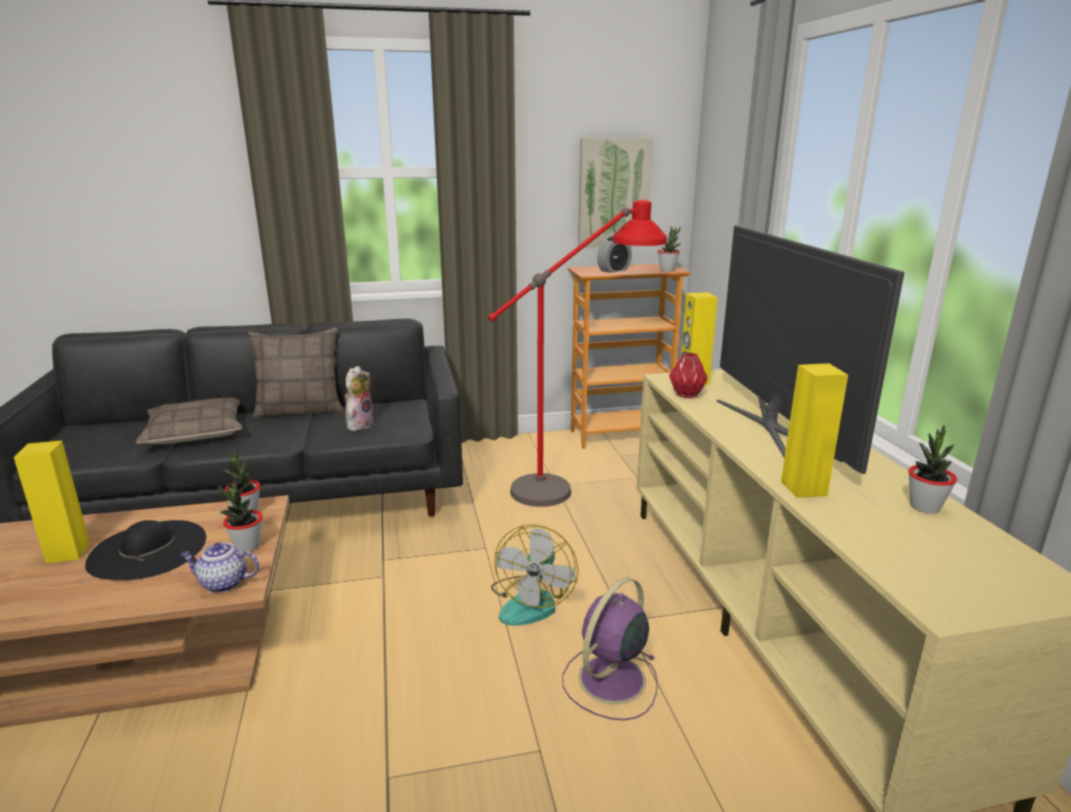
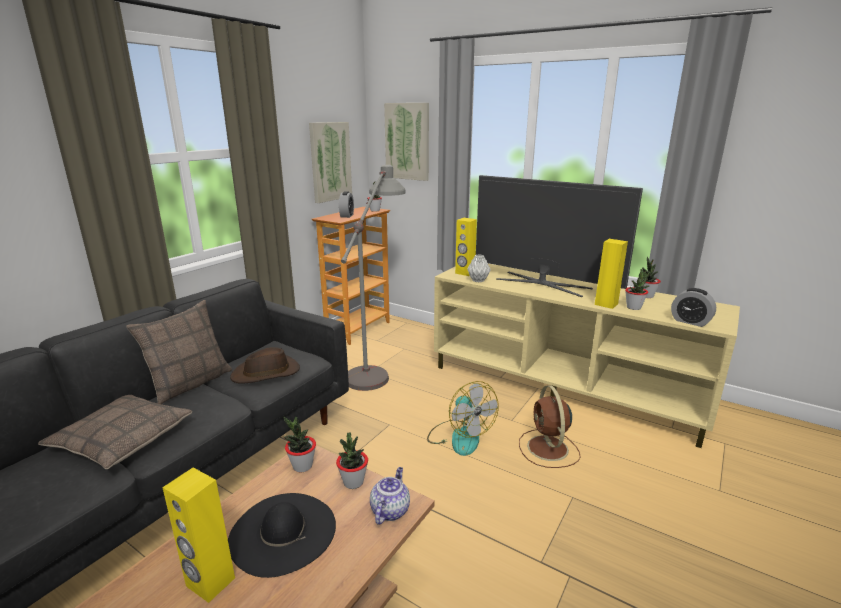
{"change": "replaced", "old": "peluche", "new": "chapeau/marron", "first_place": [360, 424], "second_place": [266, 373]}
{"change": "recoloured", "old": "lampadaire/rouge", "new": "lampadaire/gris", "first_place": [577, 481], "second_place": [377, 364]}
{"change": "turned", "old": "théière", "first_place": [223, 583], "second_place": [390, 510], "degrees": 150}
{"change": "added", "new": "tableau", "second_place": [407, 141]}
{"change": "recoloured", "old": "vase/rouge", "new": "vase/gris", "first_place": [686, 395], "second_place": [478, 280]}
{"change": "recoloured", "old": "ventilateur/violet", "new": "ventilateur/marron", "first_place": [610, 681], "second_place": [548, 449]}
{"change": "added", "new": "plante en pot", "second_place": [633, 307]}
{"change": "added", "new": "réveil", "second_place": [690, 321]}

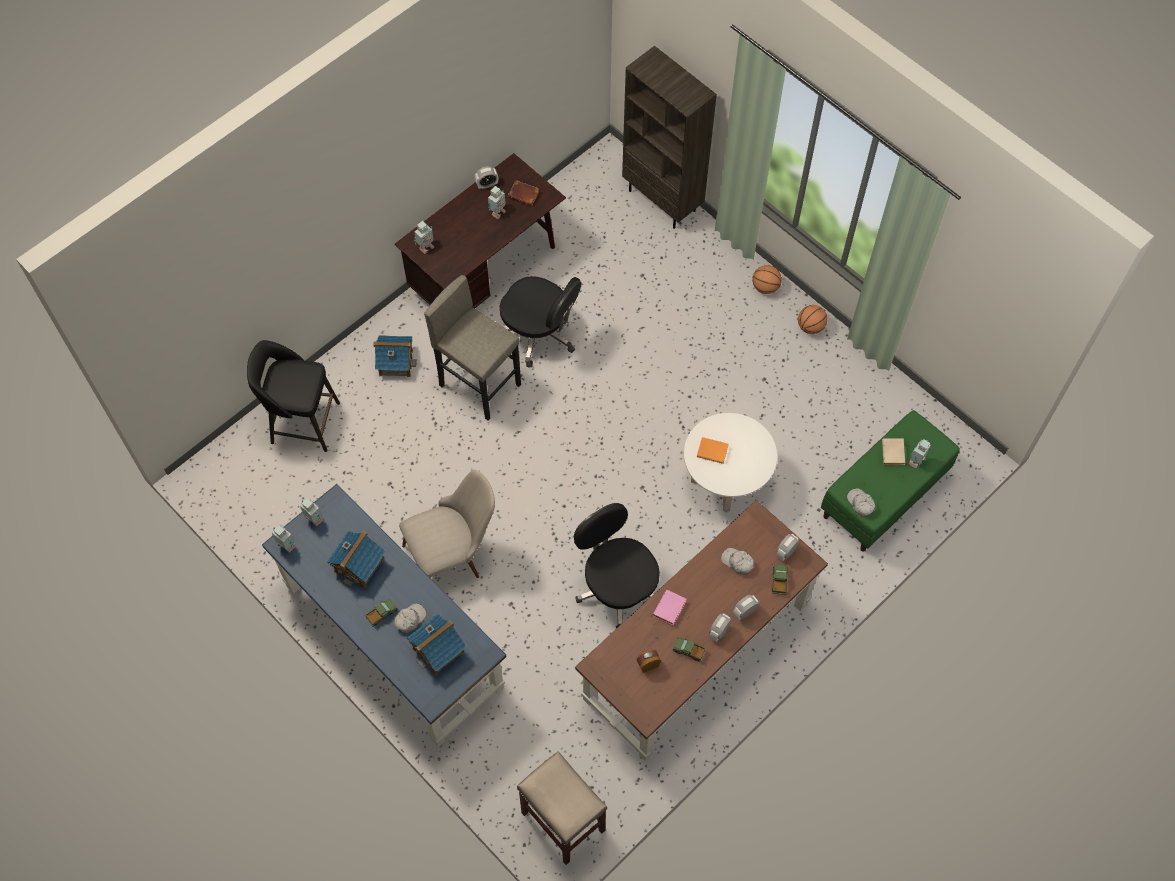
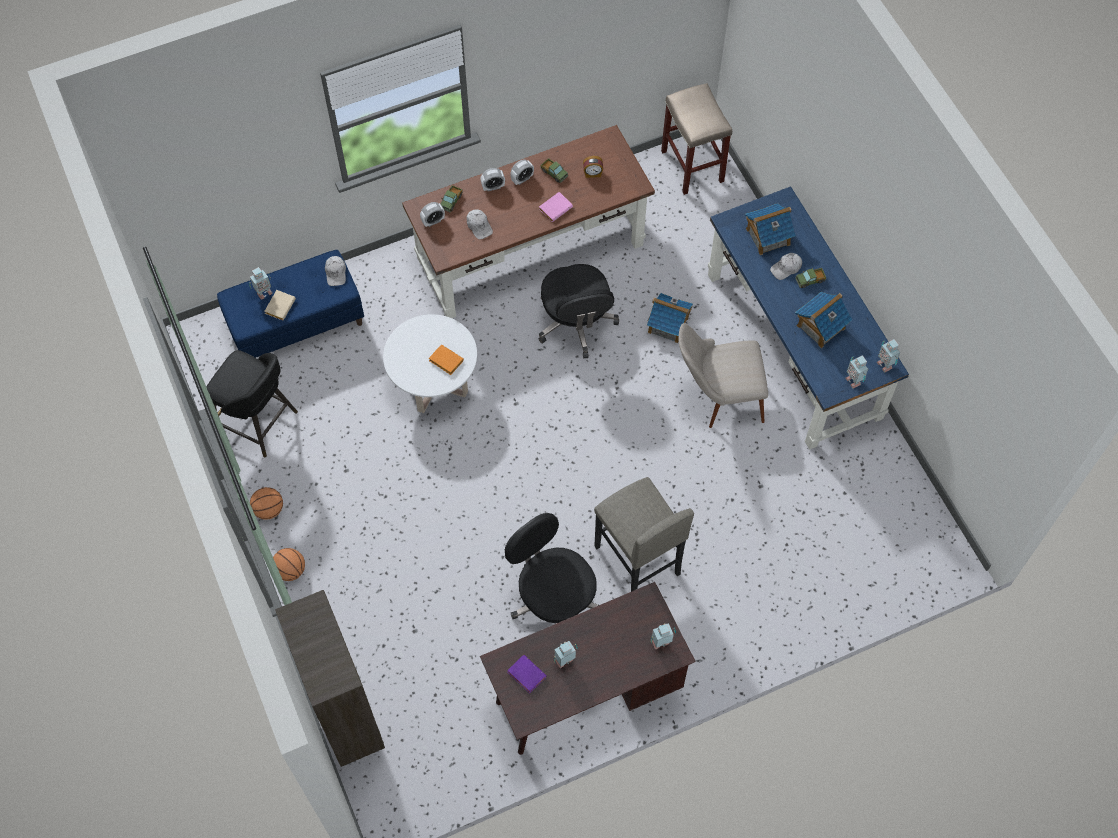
{"change": "moved", "old": "tabouret/noir", "first_place": [303, 422], "second_place": [259, 423]}
{"change": "recoloured", "old": "banc/vert", "new": "banc/bleu", "first_place": [883, 496], "second_place": [297, 324]}
{"change": "recoloured", "old": "livre/marron", "new": "livre/violet", "first_place": [524, 194], "second_place": [525, 675]}
{"change": "moved", "old": "maison miniature", "first_place": [395, 362], "second_place": [668, 325]}
{"change": "removed", "old": "réveil", "first_place": [487, 185]}

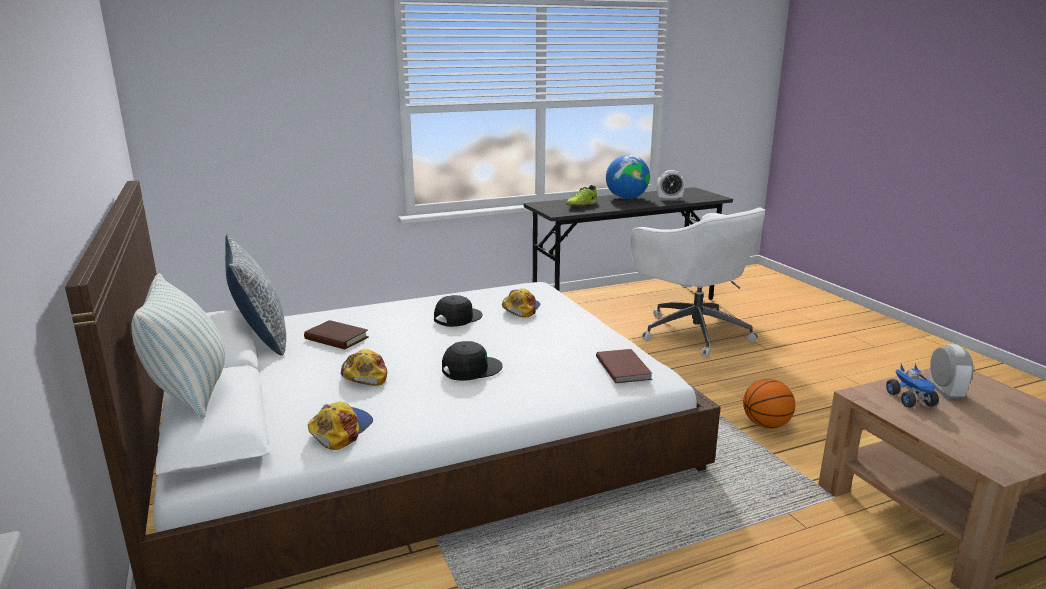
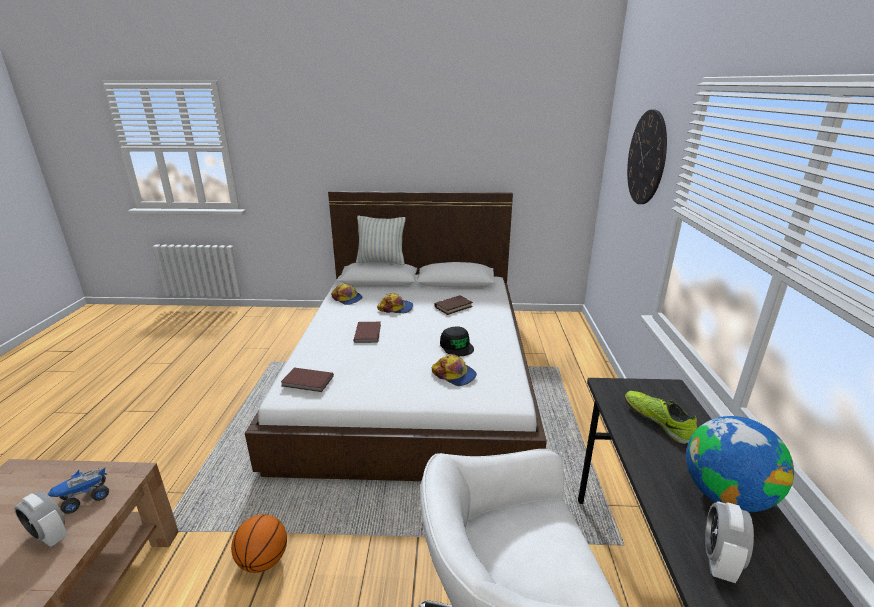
{"change": "turned", "old": "camion jouet", "first_place": [911, 400], "second_place": [85, 499], "degrees": -60}
{"change": "replaced", "old": "casquette/noir", "new": "livre/marron", "first_place": [471, 369], "second_place": [368, 333]}
{"change": "added", "new": "horloge murale", "second_place": [646, 158]}
{"change": "removed", "old": "coussin", "first_place": [261, 337]}

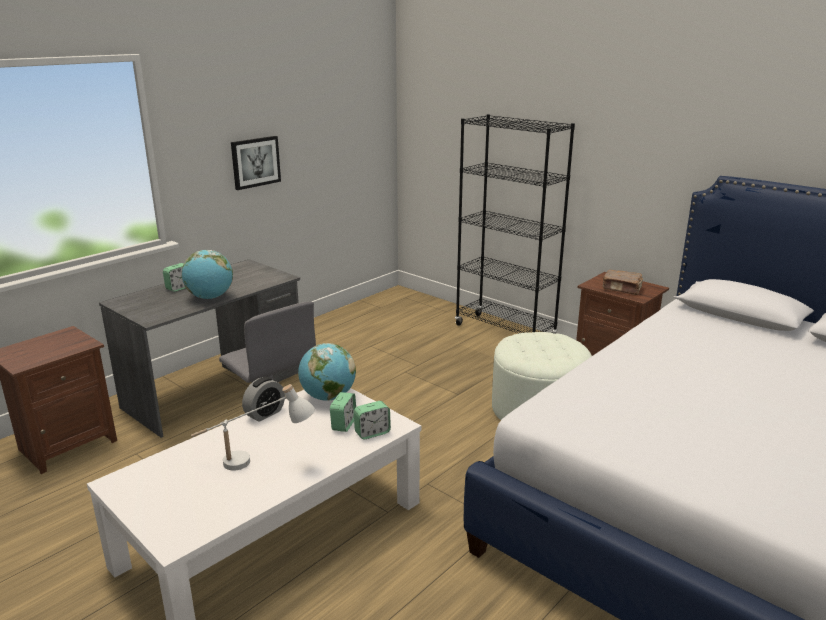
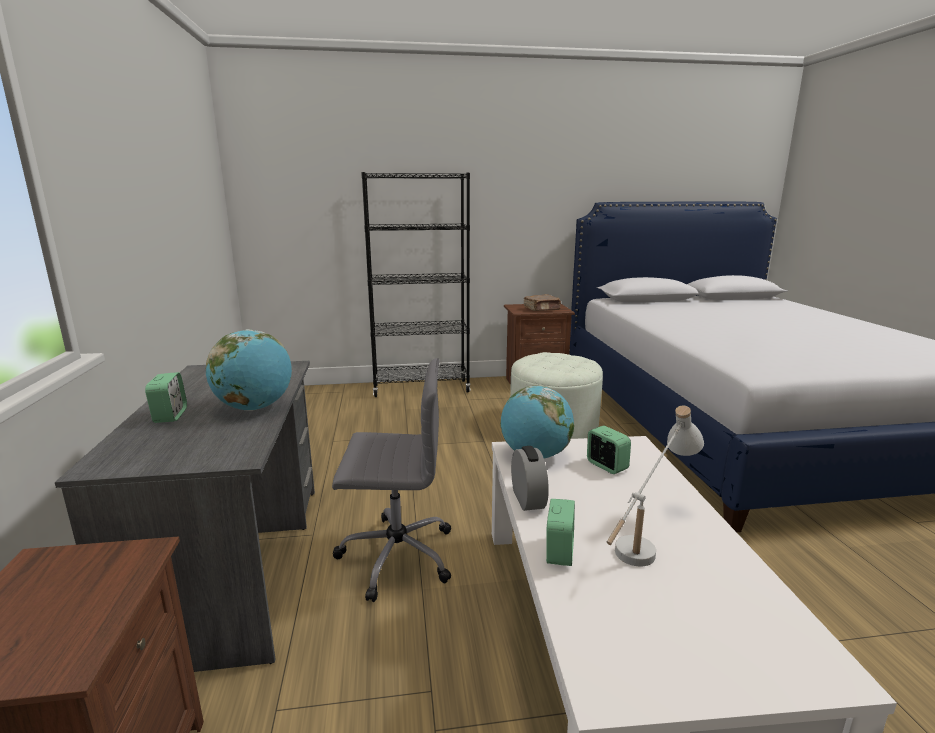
{"change": "moved", "old": "réveil", "first_place": [372, 433], "second_place": [559, 552]}
{"change": "removed", "old": "tableau", "first_place": [255, 162]}

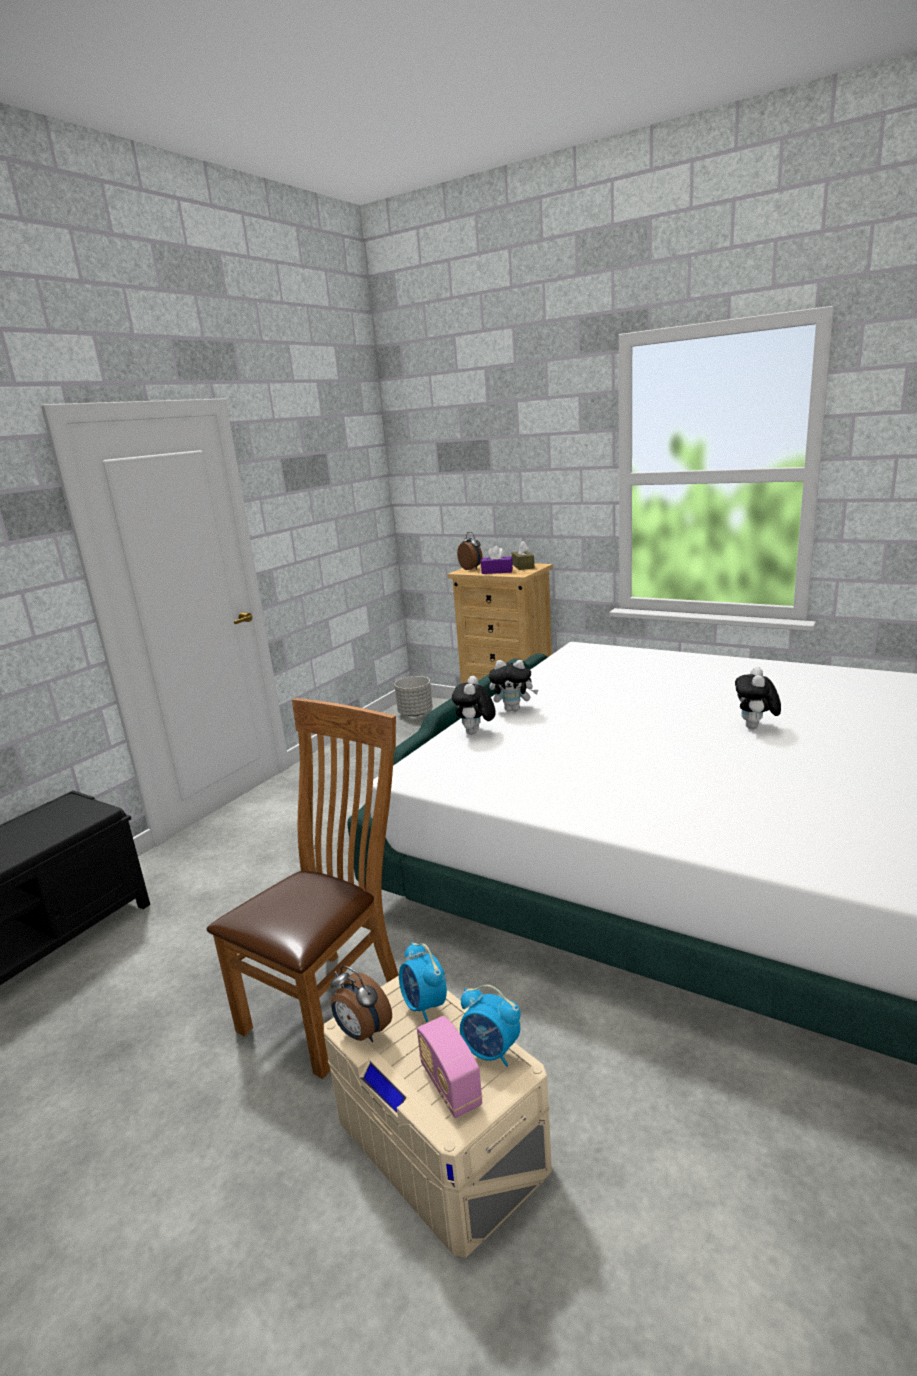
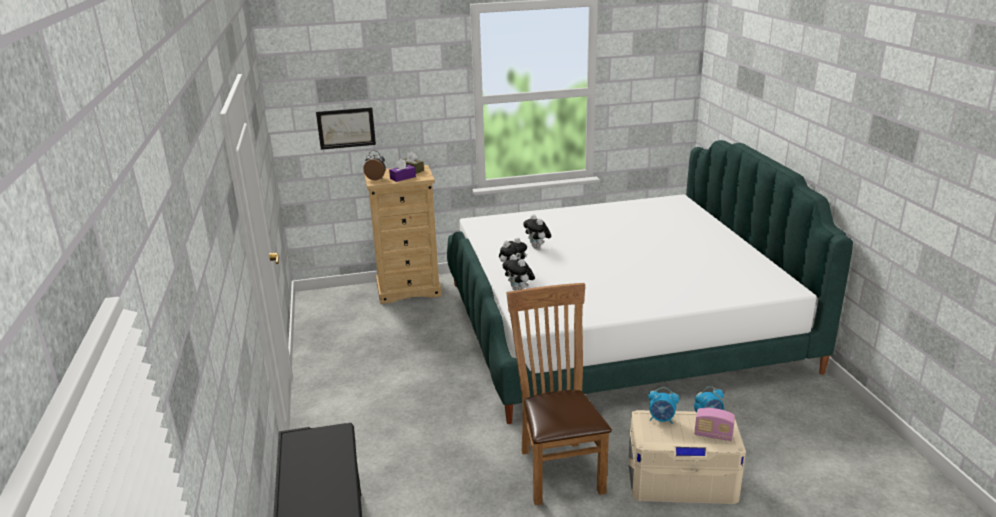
{"change": "added", "new": "tableau", "second_place": [346, 128]}
{"change": "moved", "old": "peluche", "first_place": [755, 728], "second_place": [537, 247]}
{"change": "removed", "old": "réveil", "first_place": [362, 1033]}
{"change": "removed", "old": "cache-pot/gris", "first_place": [415, 713]}

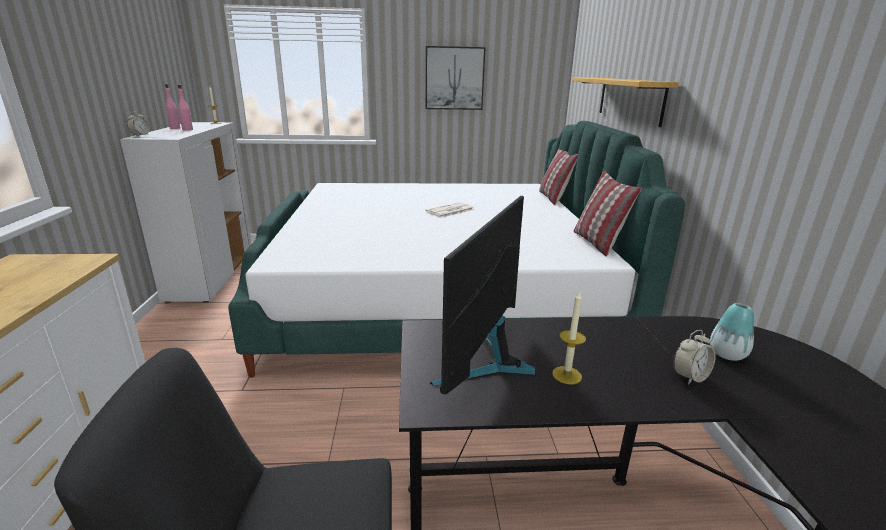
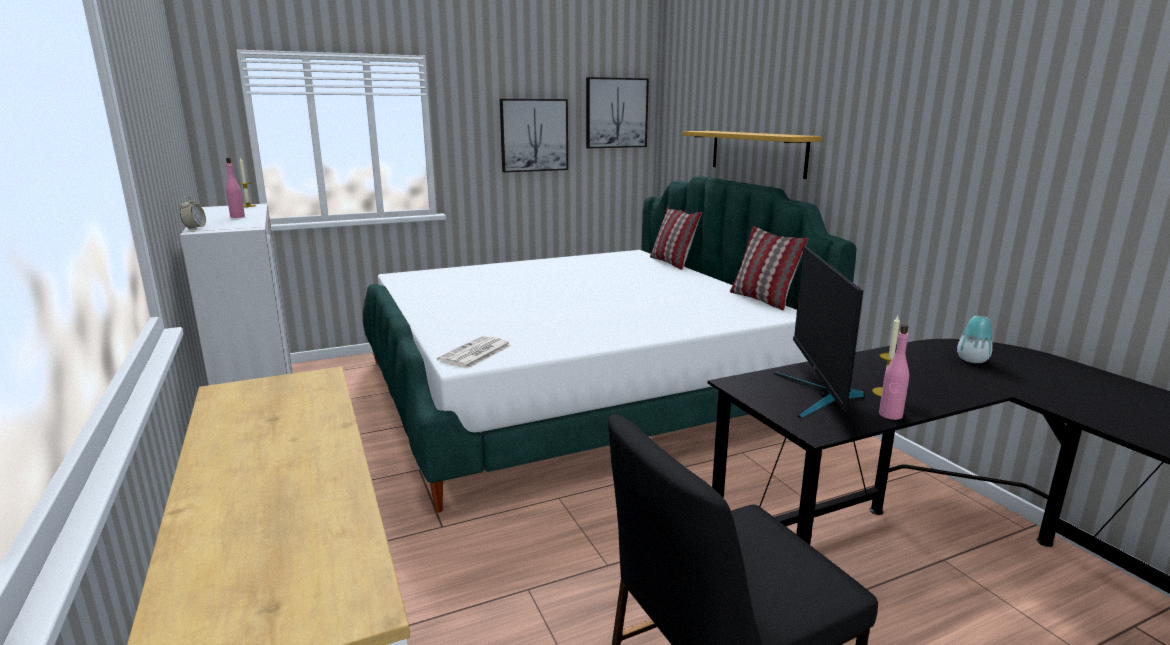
{"change": "moved", "old": "journal", "first_place": [450, 211], "second_place": [475, 353]}
{"change": "added", "new": "tableau", "second_place": [616, 113]}
{"change": "moved", "old": "bouteille/rose", "first_place": [175, 128], "second_place": [890, 415]}
{"change": "removed", "old": "réveil", "first_place": [689, 377]}

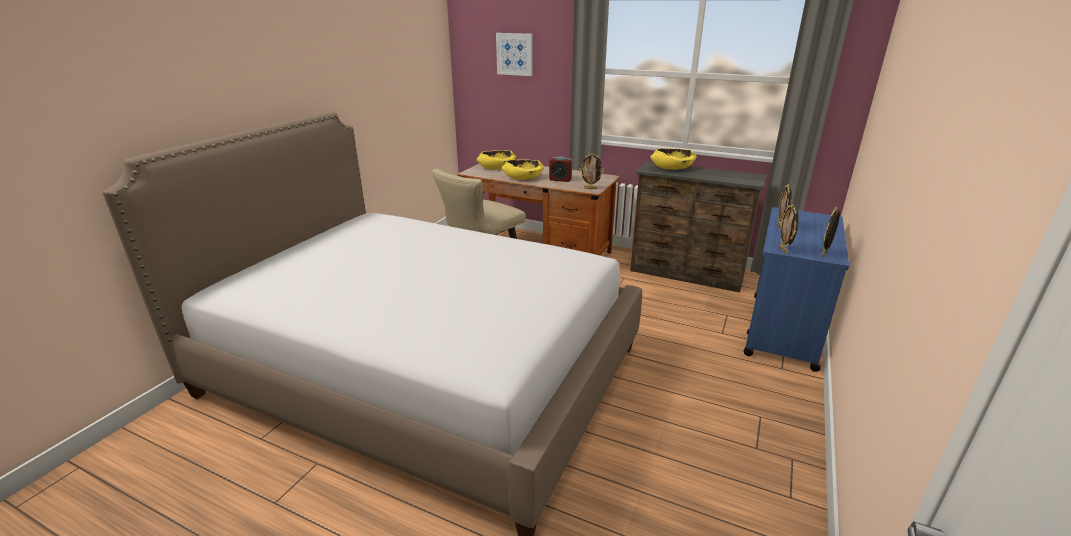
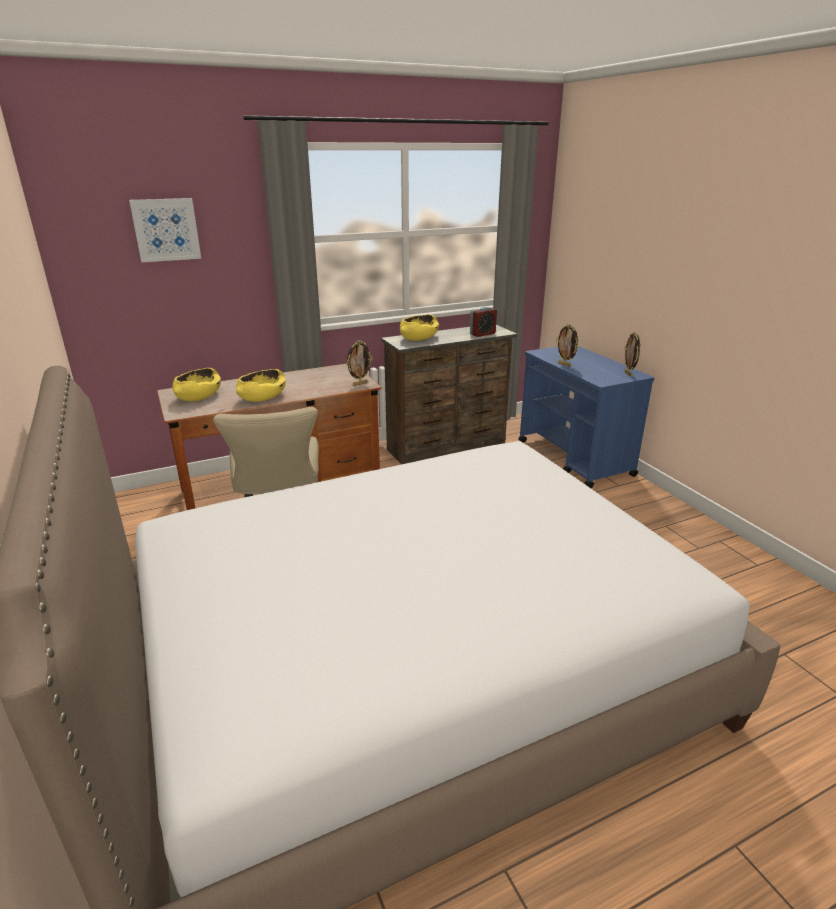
{"change": "moved", "old": "réveil", "first_place": [560, 180], "second_place": [482, 334]}
{"change": "removed", "old": "cadre photo", "first_place": [783, 250]}

